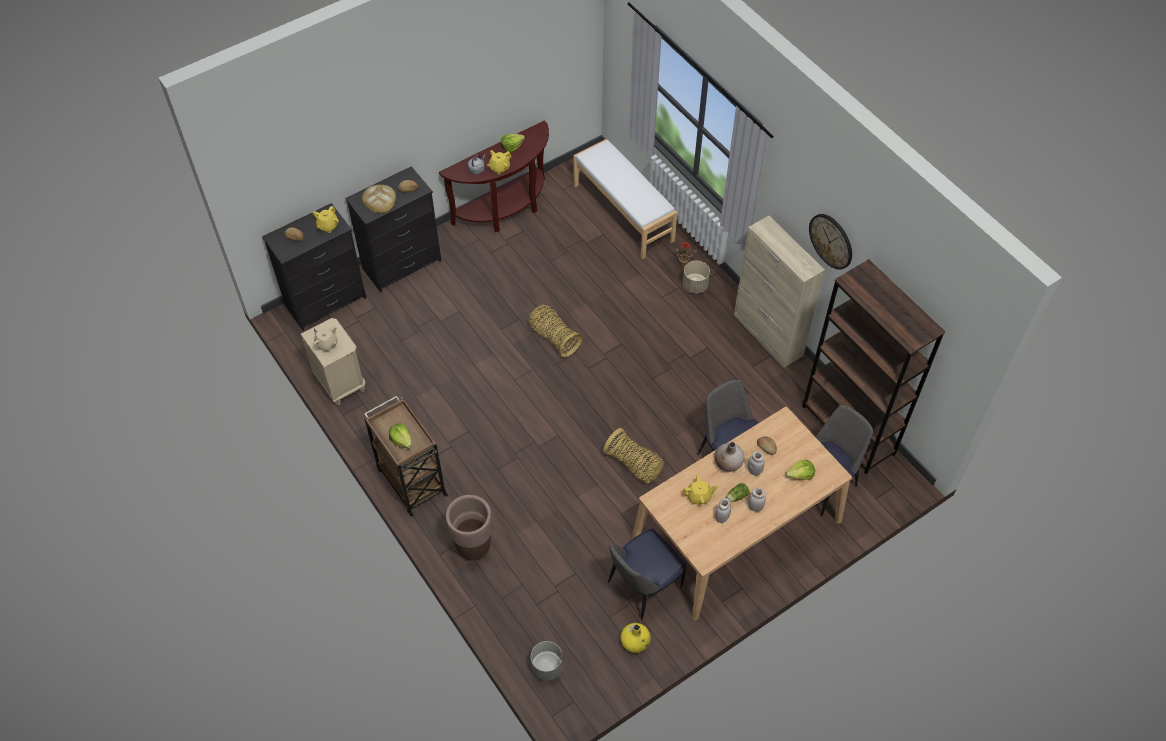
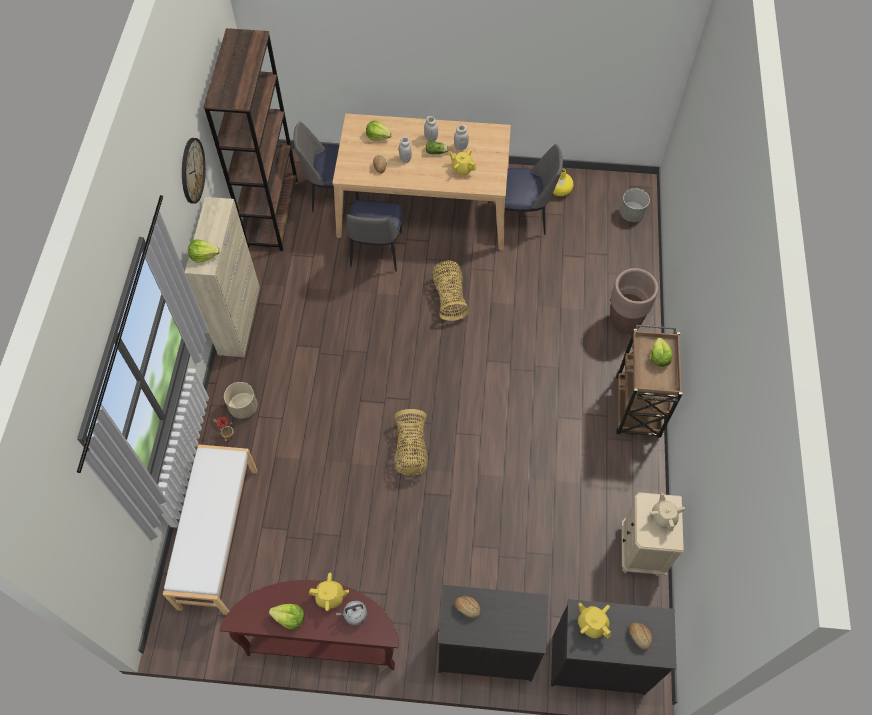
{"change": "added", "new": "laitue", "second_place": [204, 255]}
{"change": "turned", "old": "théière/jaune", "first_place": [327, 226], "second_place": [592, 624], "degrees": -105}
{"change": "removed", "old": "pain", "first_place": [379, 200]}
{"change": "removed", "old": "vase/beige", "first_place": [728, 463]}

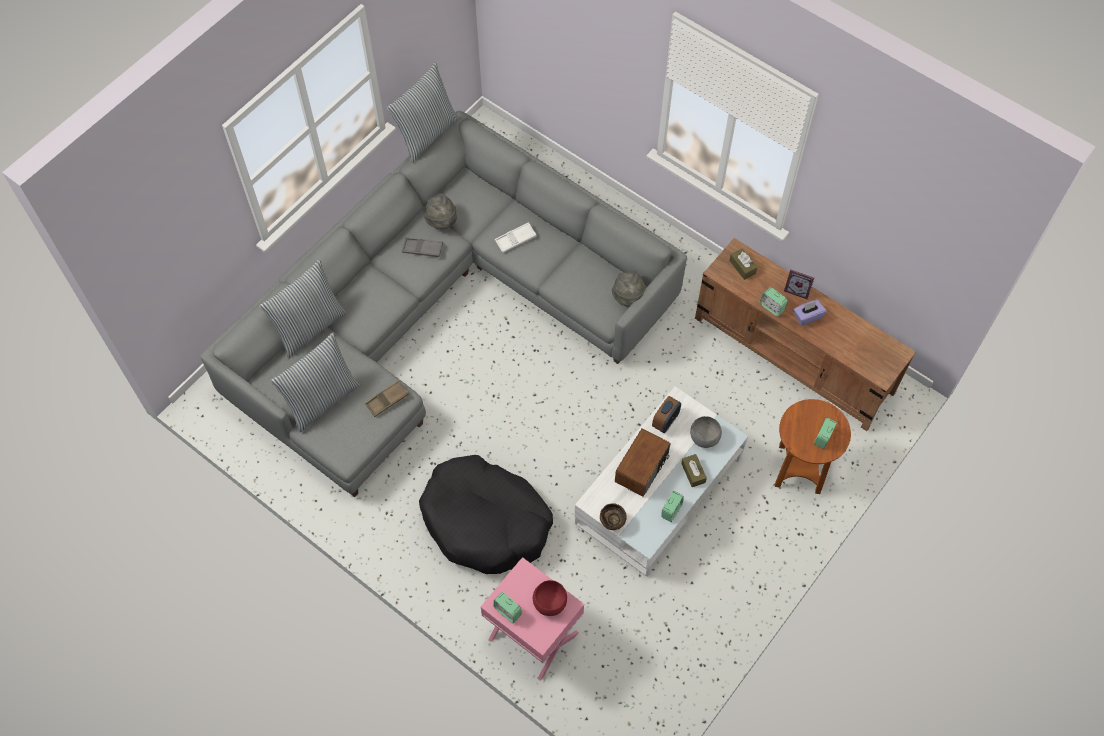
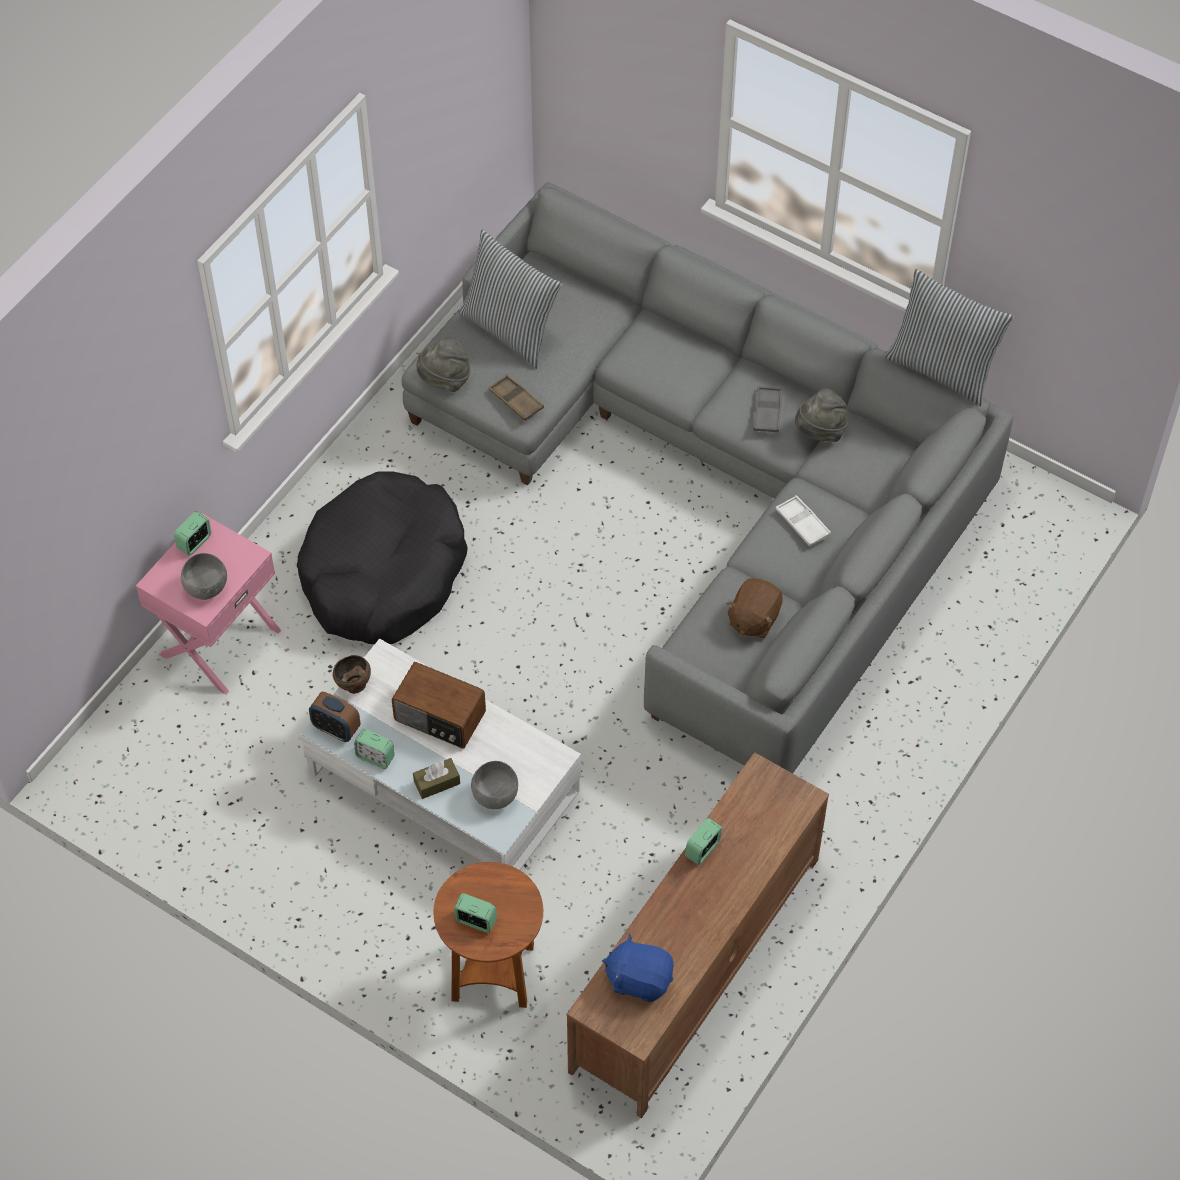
{"change": "recoloured", "old": "bol/rouge", "new": "bol/gris", "first_place": [549, 602], "second_place": [207, 587]}
{"change": "moved", "old": "réveil", "first_place": [665, 421], "second_place": [336, 729]}
{"change": "moved", "old": "chapeau/gris", "first_place": [628, 298], "second_place": [445, 380]}
{"change": "added", "new": "peluche/bleu", "second_place": [639, 979]}
{"change": "added", "new": "peluche/marron", "second_place": [753, 619]}
{"change": "removed", "old": "coussin", "first_place": [309, 327]}
{"change": "removed", "old": "boîte à mouchoirs/marron", "first_place": [742, 267]}
{"change": "removed", "old": "cadre photo", "first_place": [797, 289]}
{"change": "removed", "old": "boîte à mouchoirs/violet", "first_place": [807, 316]}

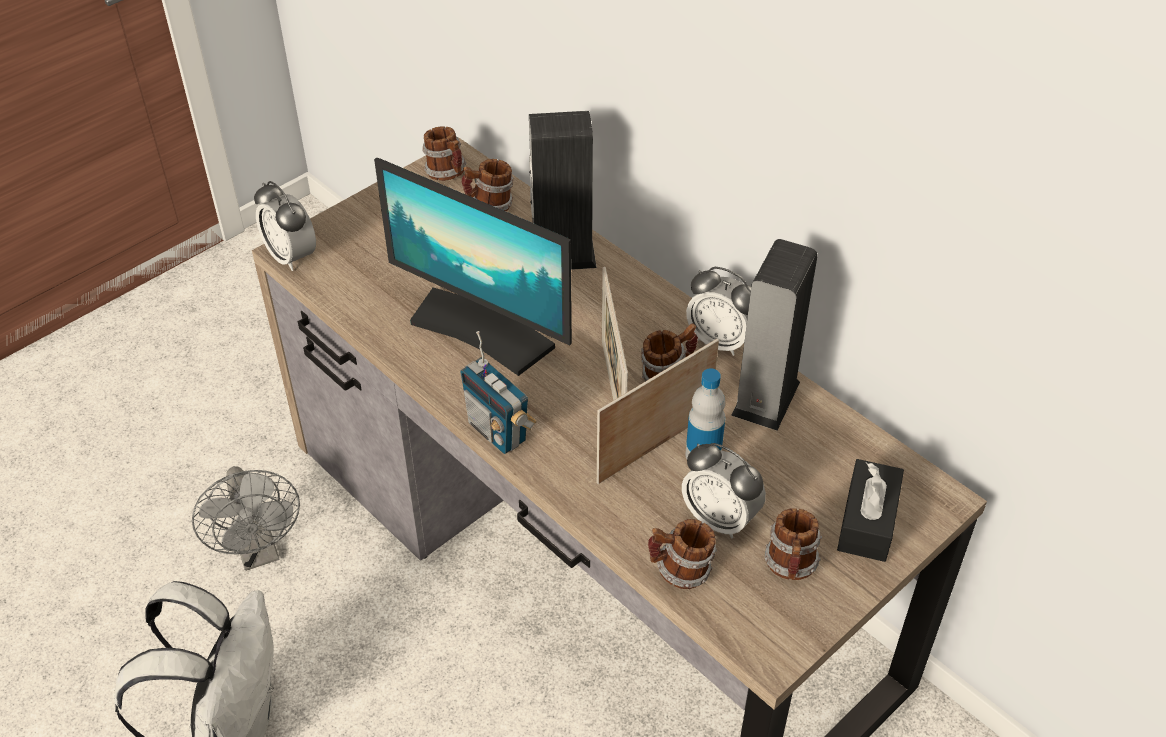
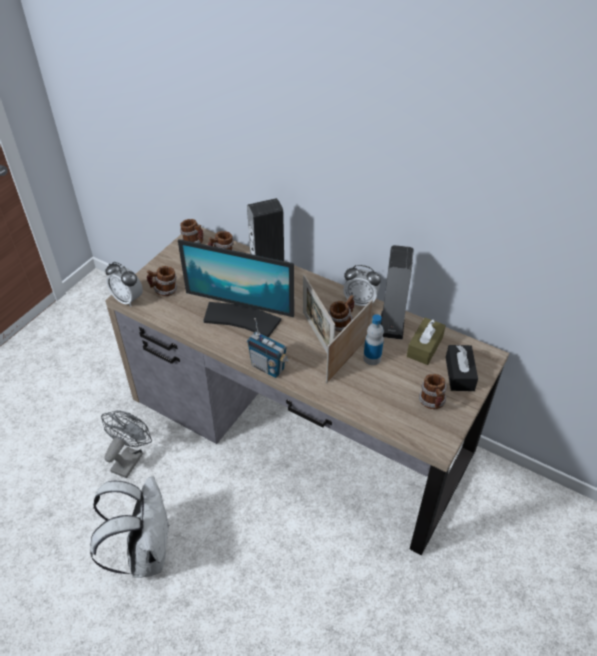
{"change": "turned", "old": "ventilateur/gris", "first_place": [259, 552], "second_place": [130, 458], "degrees": -120}
{"change": "moved", "old": "mug", "first_place": [680, 571], "second_place": [164, 291]}
{"change": "added", "new": "boîte à mouchoirs/marron", "second_place": [424, 347]}
{"change": "removed", "old": "réveil", "first_place": [720, 518]}

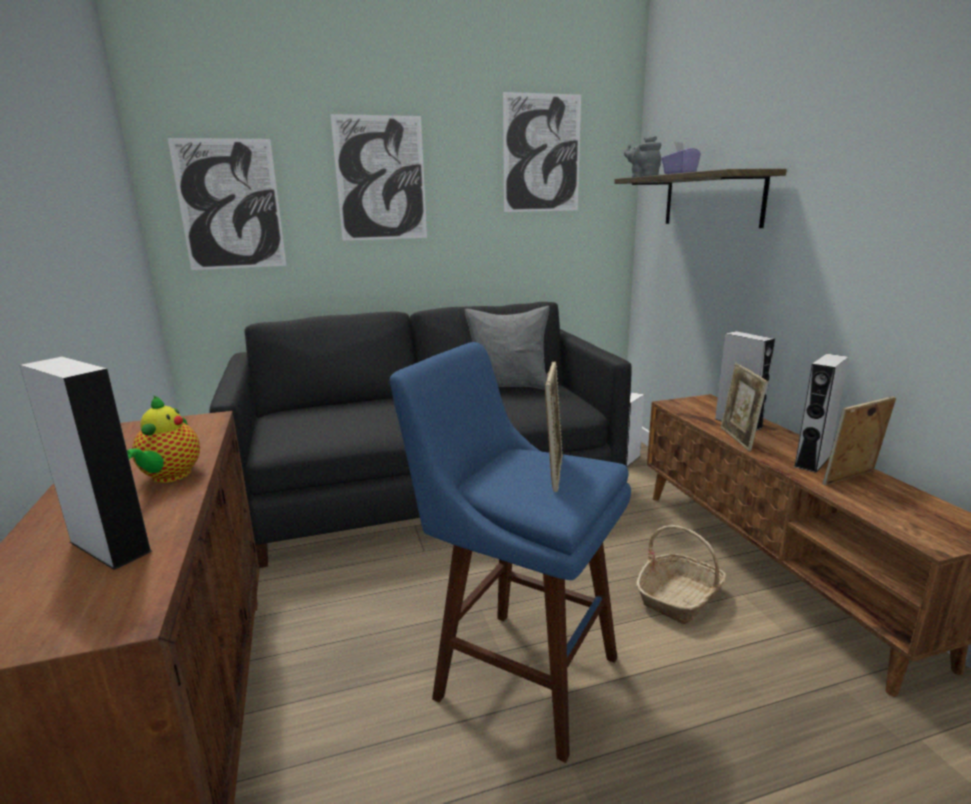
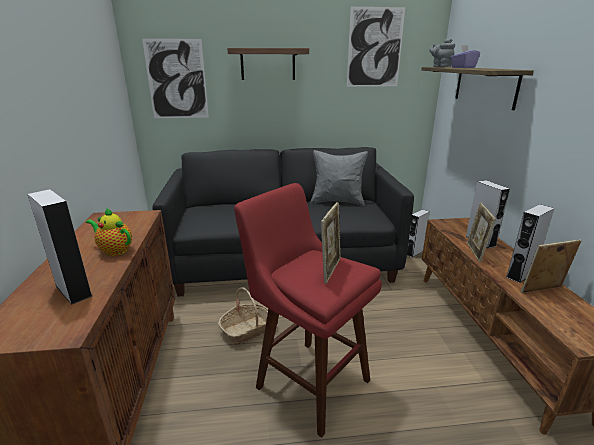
{"change": "turned", "old": "théière", "first_place": [169, 477], "second_place": [115, 250], "degrees": 105}
{"change": "moved", "old": "panier", "first_place": [680, 597], "second_place": [248, 329]}
{"change": "replaced", "old": "tableau", "new": "étagère", "first_place": [381, 179], "second_place": [268, 64]}
{"change": "recoloured", "old": "tabouret/bleu", "new": "tabouret/rouge", "first_place": [516, 672], "second_place": [307, 380]}

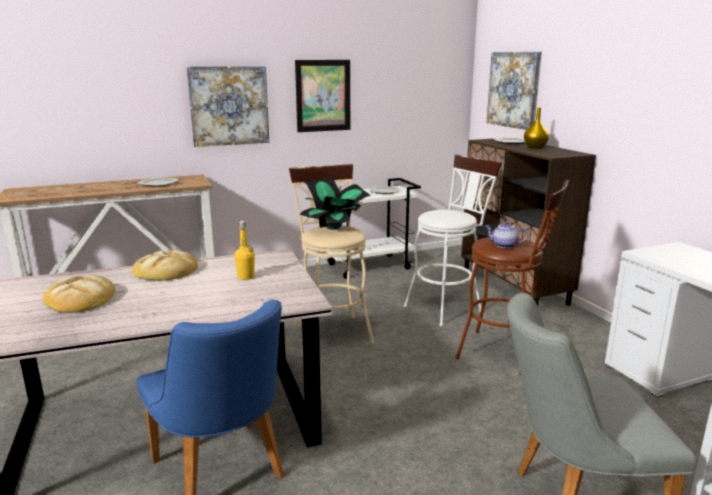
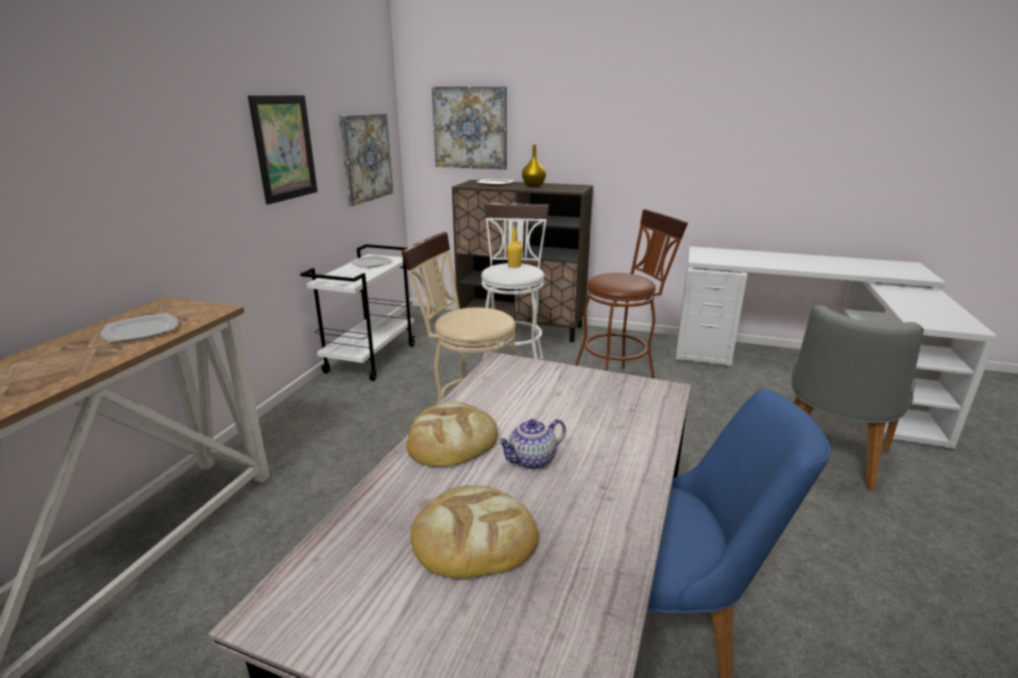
{"change": "moved", "old": "tableau", "first_place": [229, 106], "second_place": [366, 157]}
{"change": "moved", "old": "théière", "first_place": [504, 245], "second_place": [532, 461]}
{"change": "moved", "old": "bouteille/jaune", "first_place": [246, 277], "second_place": [514, 266]}
{"change": "removed", "old": "plante en pot", "first_place": [334, 227]}

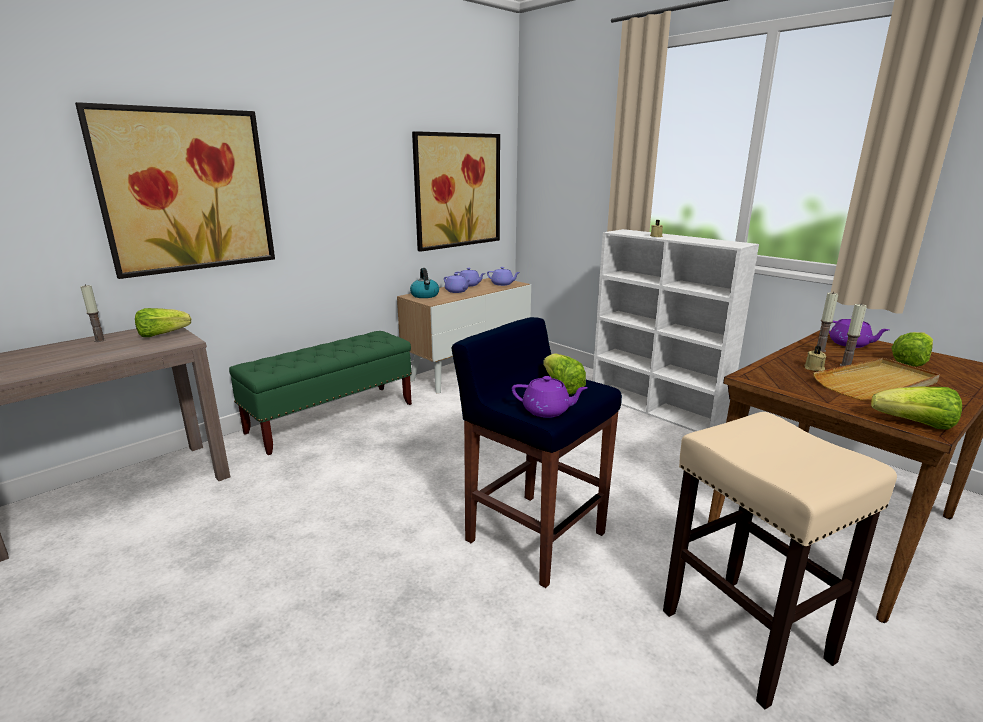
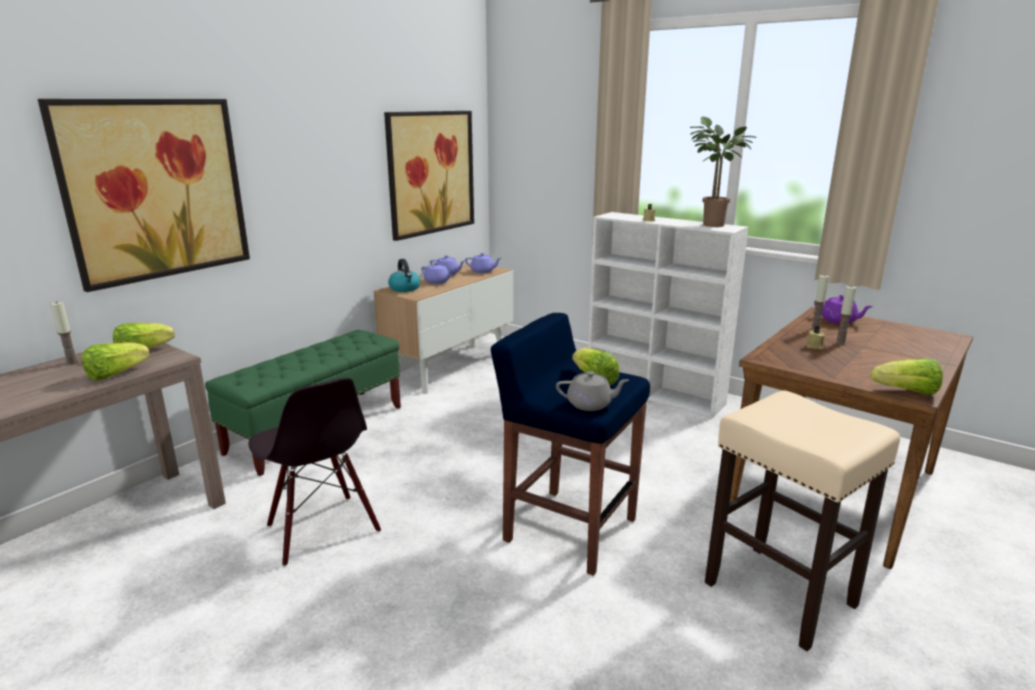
{"change": "moved", "old": "laitue", "first_place": [910, 362], "second_place": [116, 374]}
{"change": "added", "new": "chaise/noir", "second_place": [322, 529]}
{"change": "recoloured", "old": "théière/violet", "new": "théière/gris", "first_place": [547, 411], "second_place": [590, 404]}
{"change": "added", "new": "plante en pot", "second_place": [709, 225]}
{"change": "removed", "old": "plateau/beige", "first_place": [876, 383]}

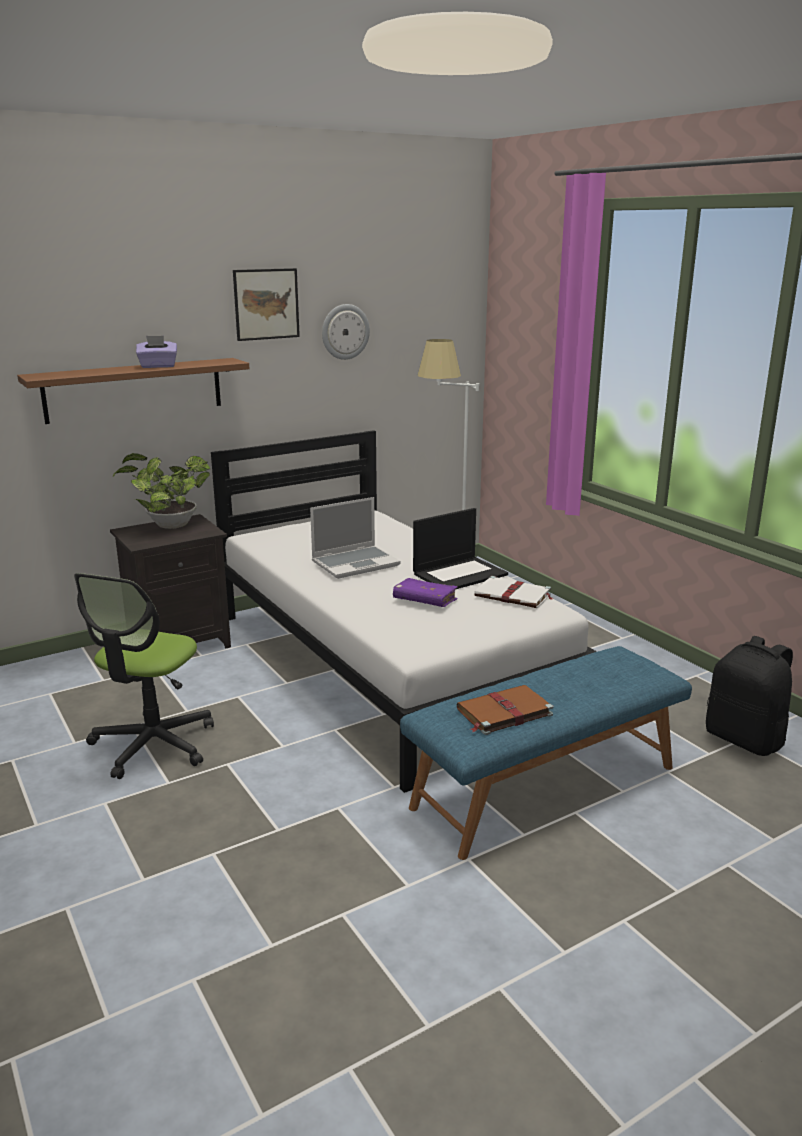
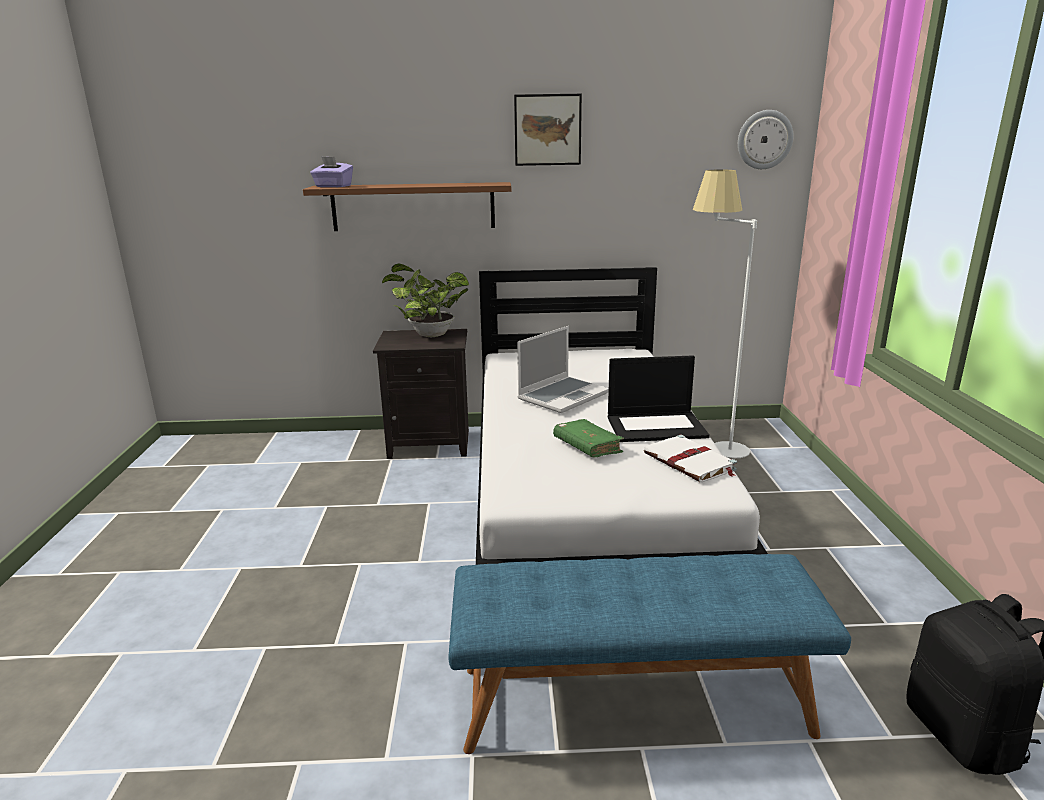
{"change": "moved", "old": "boîte à mouchoirs/violet", "first_place": [158, 366], "second_place": [333, 186]}
{"change": "turned", "old": "ordinateur portable", "first_place": [356, 563], "second_place": [563, 396], "degrees": -45}
{"change": "recoloured", "old": "livre/violet", "new": "livre/vert", "first_place": [424, 601], "second_place": [587, 447]}
{"change": "moved", "old": "horloge murale", "first_place": [345, 331], "second_place": [764, 139]}
{"change": "removed", "old": "chaise de bureau", "first_place": [153, 744]}
{"change": "removed", "old": "livre/marron", "first_place": [503, 712]}

